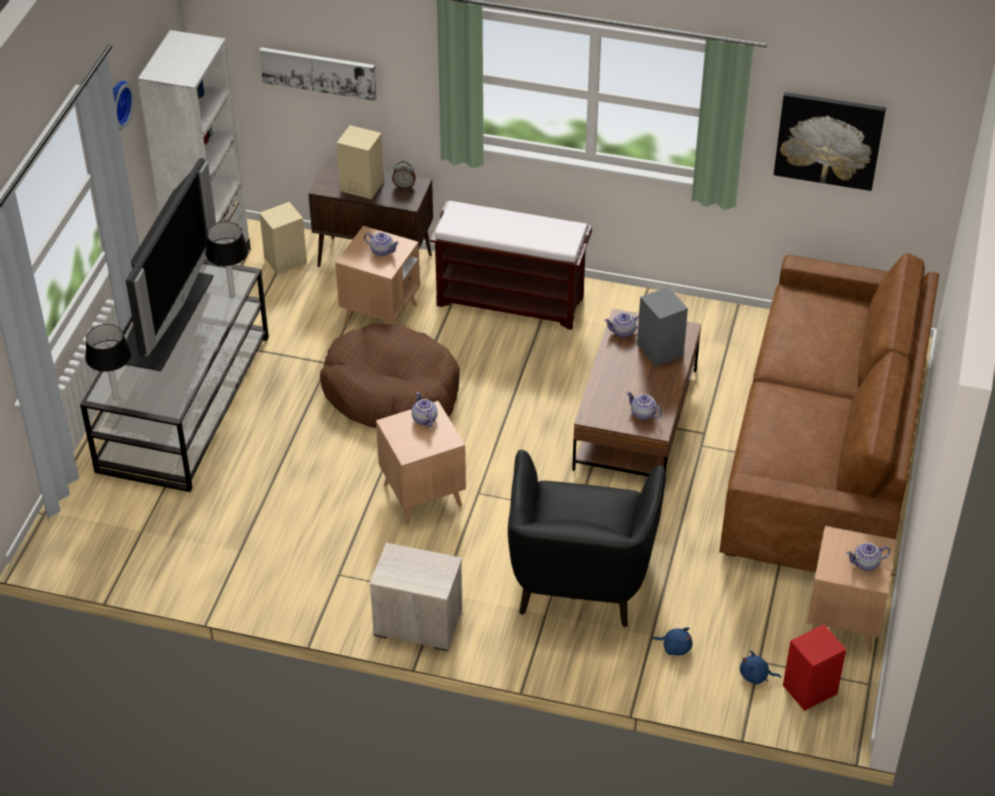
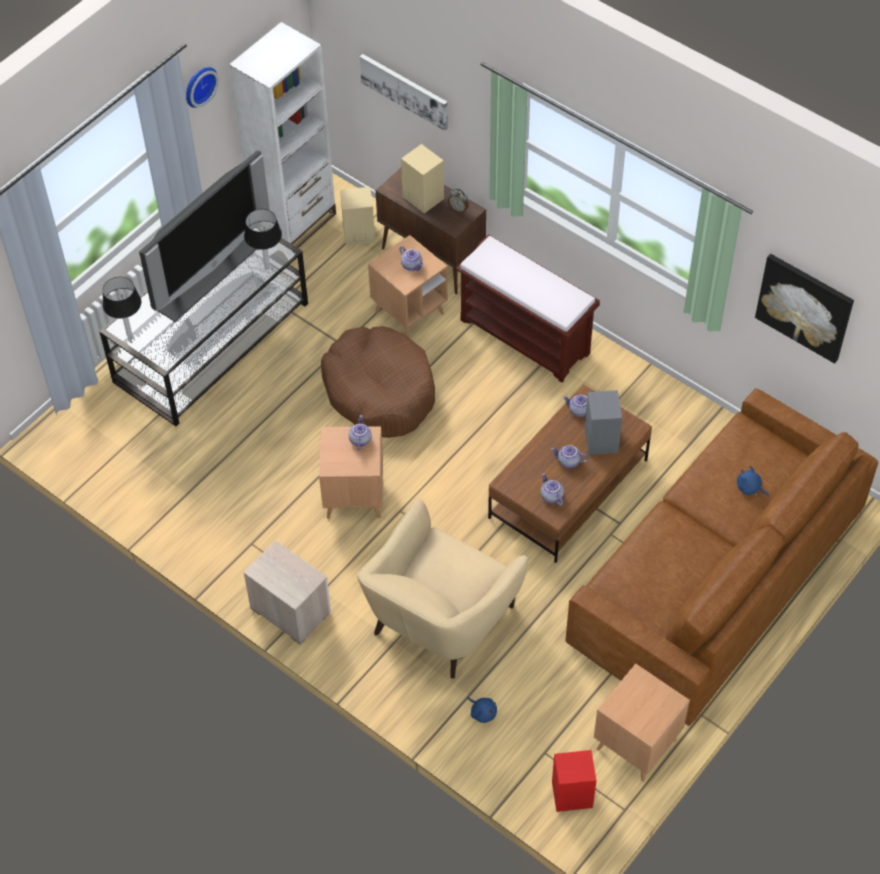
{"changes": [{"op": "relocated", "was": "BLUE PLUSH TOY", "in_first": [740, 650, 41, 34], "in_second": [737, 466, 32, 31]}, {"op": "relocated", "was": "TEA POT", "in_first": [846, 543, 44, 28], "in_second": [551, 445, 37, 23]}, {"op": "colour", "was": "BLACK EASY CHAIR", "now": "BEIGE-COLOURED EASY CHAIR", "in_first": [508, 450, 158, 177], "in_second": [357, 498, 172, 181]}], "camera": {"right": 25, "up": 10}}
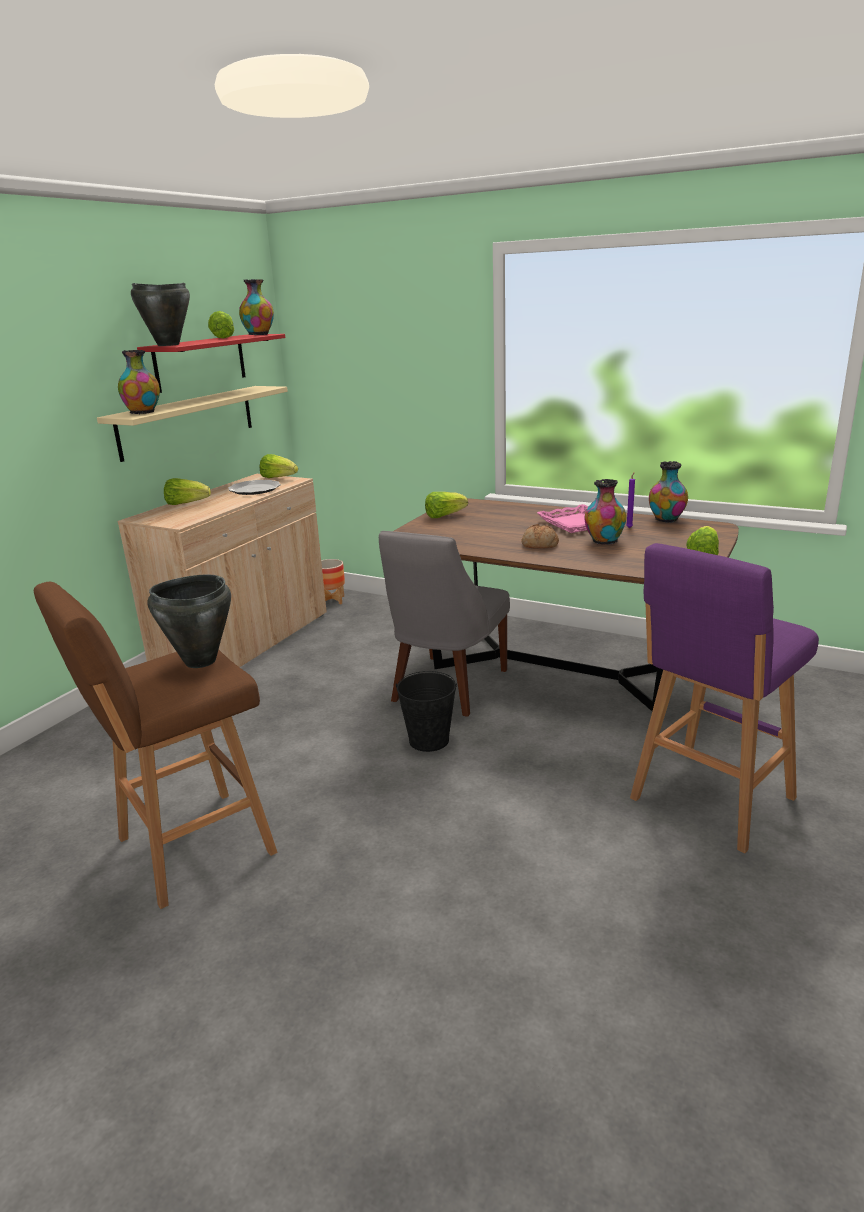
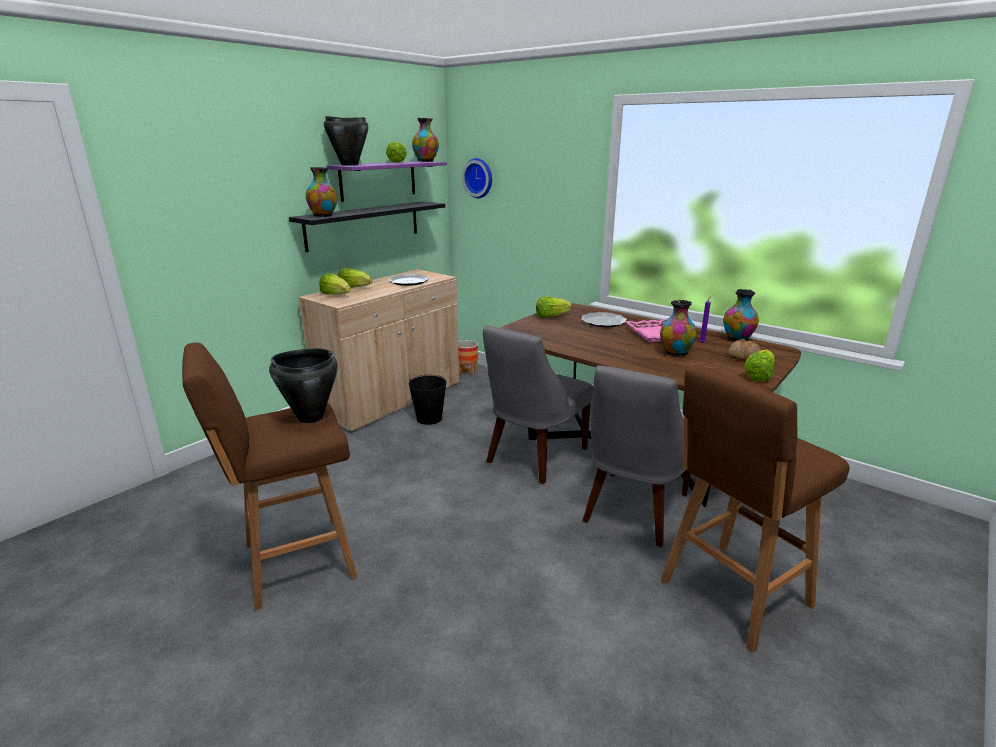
{"changes": [{"op": "appeared", "now": "HANGING CLOCK", "in_second": [462, 158, 30, 40]}, {"op": "appeared", "now": "DINNER PLATE", "in_second": [581, 312, 45, 15]}, {"op": "appeared", "now": "GREY PLAIN CHAIR", "in_second": [582, 365, 109, 182]}, {"op": "relocated", "was": "LETTUCE HEAD", "in_first": [260, 454, 38, 24], "in_second": [319, 273, 32, 22]}, {"op": "relocated", "was": "BLACK BUCKET", "in_first": [396, 671, 61, 81], "in_second": [409, 375, 37, 50]}, {"op": "relocated", "was": "BAKERY BREAD", "in_first": [521, 524, 38, 25], "in_second": [728, 339, 34, 22]}, {"op": "colour", "was": "BEIGE-COLOURED BRACKET SHELF", "now": "BLACK BRACKET SHELF", "in_first": [97, 386, 191, 76], "in_second": [289, 201, 156, 51]}, {"op": "colour", "was": "RED-COLOURED BRACKET SHELF", "now": "PURPLE-COLOURED BRACKET SHELF", "in_first": [137, 334, 148, 59], "in_second": [326, 161, 121, 41]}, {"op": "colour", "was": "PURPLE-COLOURED STOOL", "now": "BROWNISH STOOL", "in_first": [630, 543, 189, 310], "in_second": [661, 365, 189, 288]}], "camera": {"right": 10, "up": 0}}
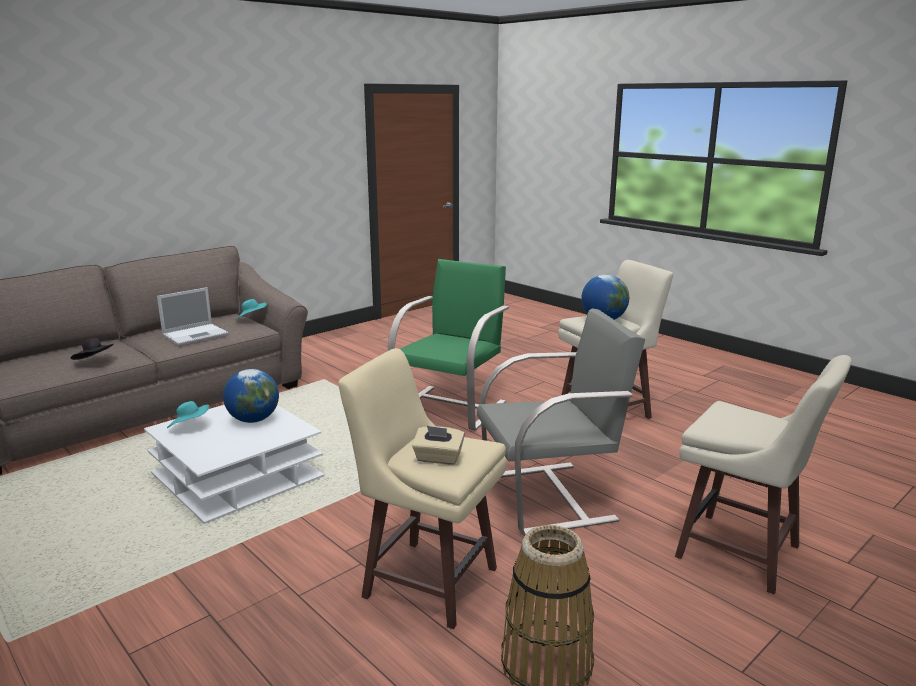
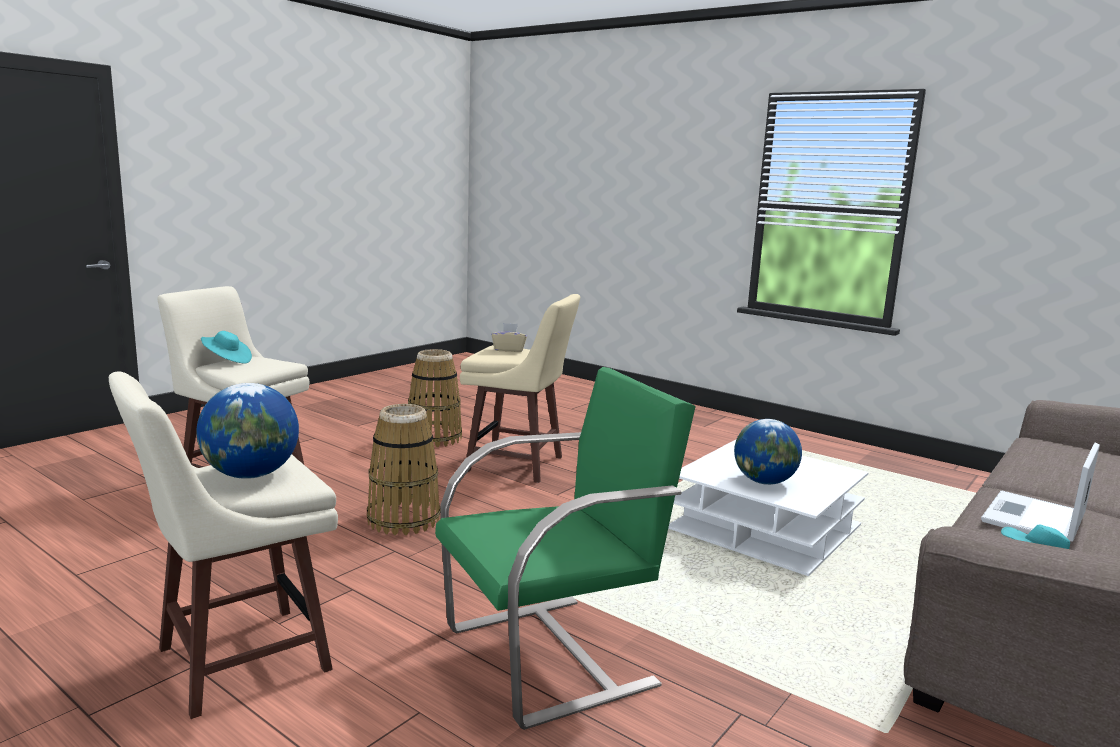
{"changes": [{"op": "missing", "was": "BLACK CLOTHING HAT", "in_first": [70, 338, 44, 22]}, {"op": "relocated", "was": "BLUE-GREEN CLOTHING HAT", "in_first": [167, 401, 42, 27], "in_second": [201, 331, 51, 33]}, {"op": "exchanged", "was": "GREY EASY CHAIR", "now": "BASKET", "in_first": [477, 308, 168, 228], "in_second": [367, 404, 74, 131]}, {"op": "spun", "was": "GREEN EASY CHAIR", "in_first": [388, 259, 121, 172], "in_second": [435, 367, 261, 363], "clockwise": -135}], "camera": {"right": 170, "up": -5}}
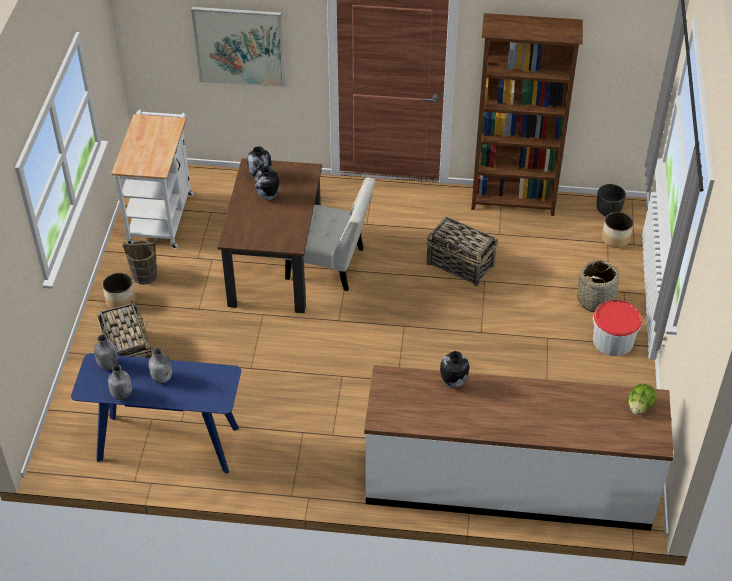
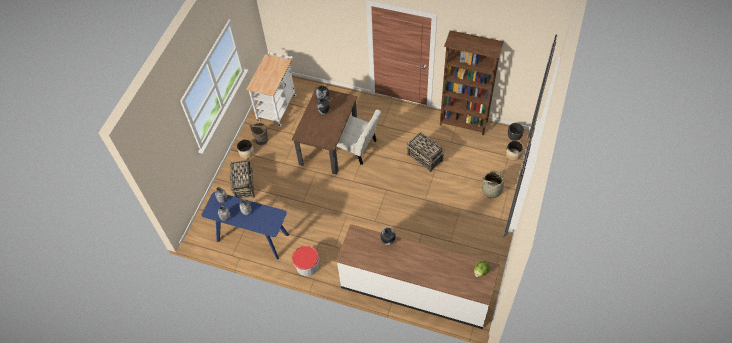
{"changes": [{"op": "missing", "was": "WALL ART", "in_first": [191, 7, 94, 81]}, {"op": "relocated", "was": "BUCKET", "in_first": [593, 300, 49, 56], "in_second": [292, 245, 27, 31]}], "camera": {"right": 15, "up": 10}}
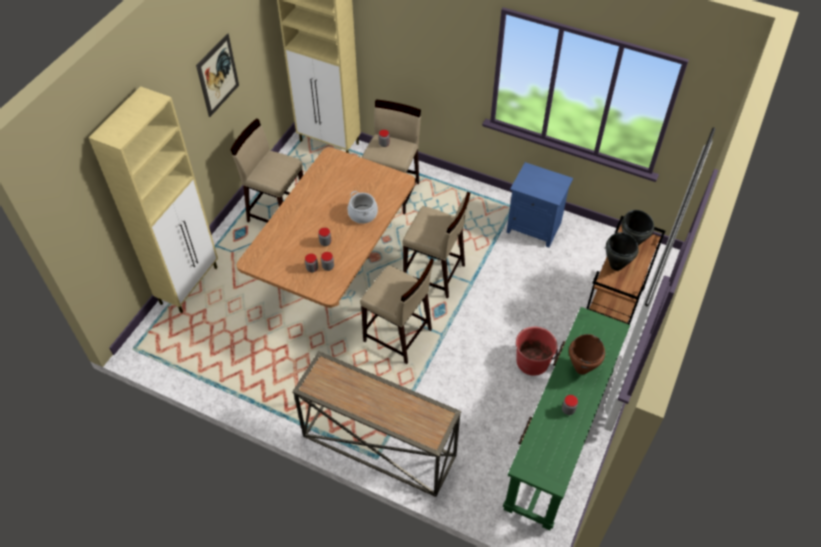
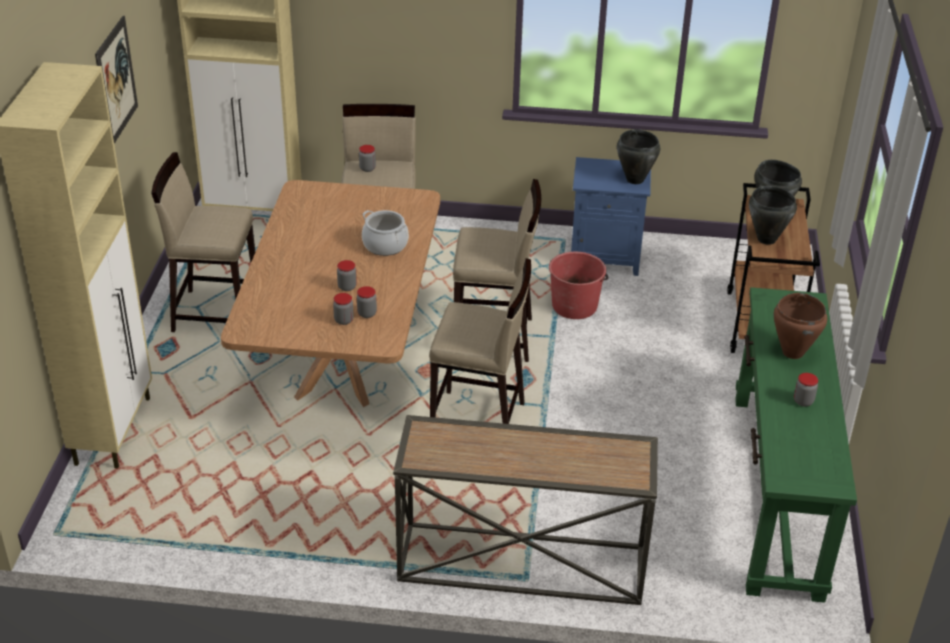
{"changes": [{"op": "appeared", "now": "BLACK STOCKPOT", "in_second": [617, 129, 43, 55]}, {"op": "relocated", "was": "RED-COLOURED BUCKET", "in_first": [516, 327, 42, 49], "in_second": [549, 252, 59, 67]}], "camera": {"right": -20, "up": -15}}
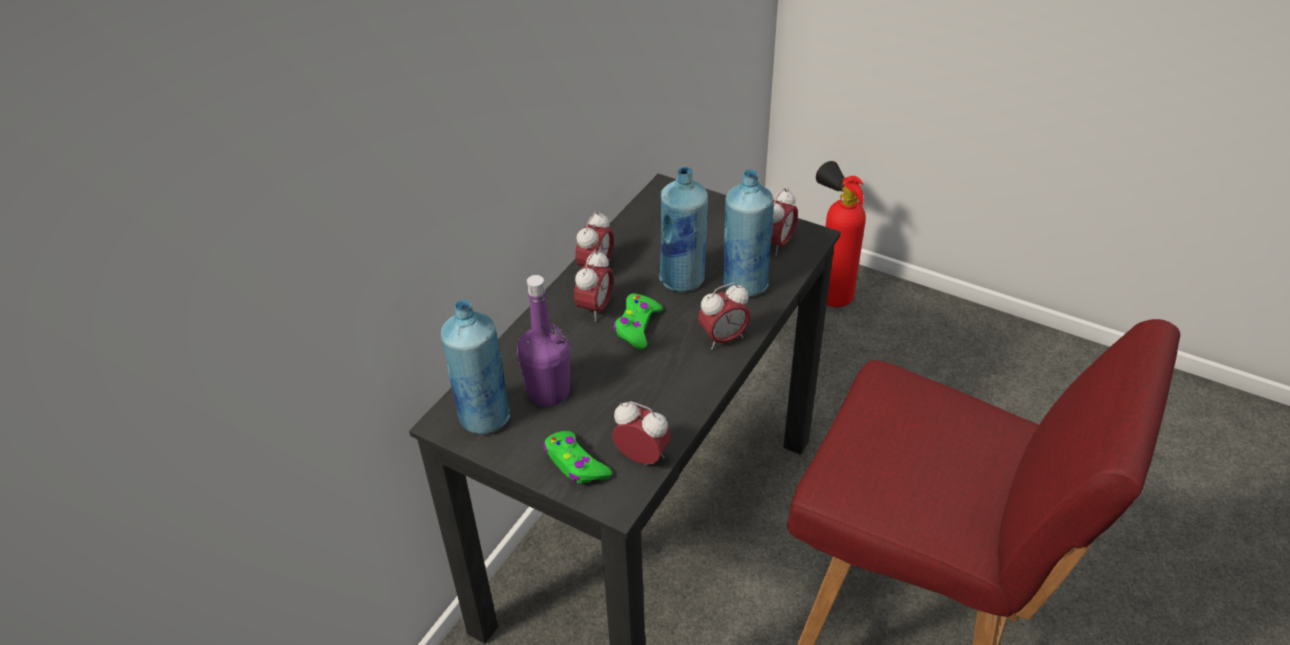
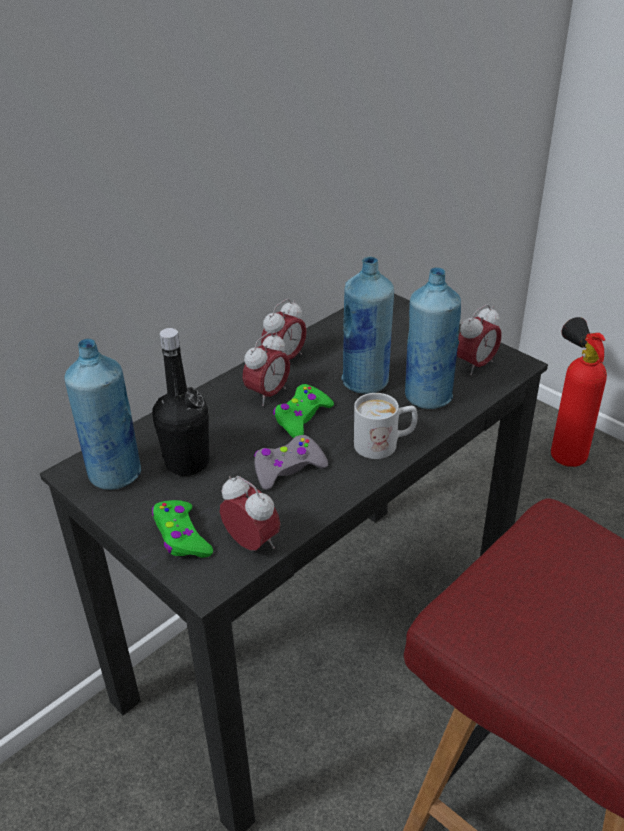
{"changes": [{"op": "appeared", "now": "GREY GAME CONTROLLER", "in_second": [254, 435, 74, 55]}, {"op": "exchanged", "was": "BEDSIDE CLOCK", "now": "WHITISH COFFEE MUG", "in_first": [698, 283, 53, 67], "in_second": [354, 393, 63, 66]}, {"op": "colour", "was": "PURPLE-COLOURED BOTTLE", "now": "BLACK BOTTLE", "in_first": [517, 275, 53, 132], "in_second": [152, 328, 57, 148]}], "camera": {"right": 15, "up": -5}}
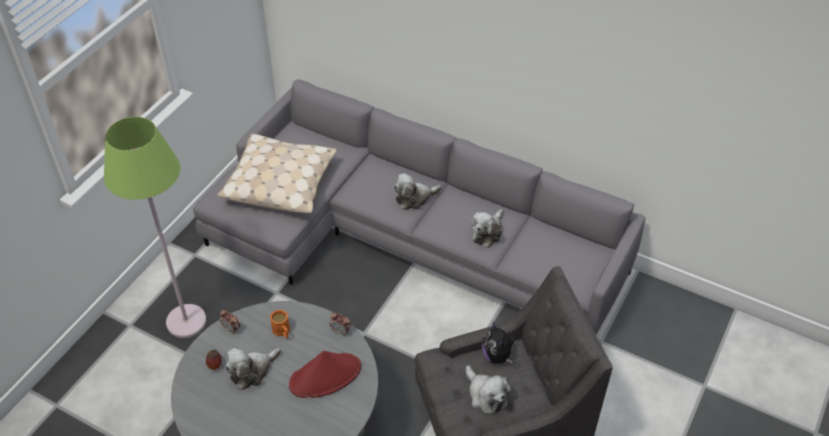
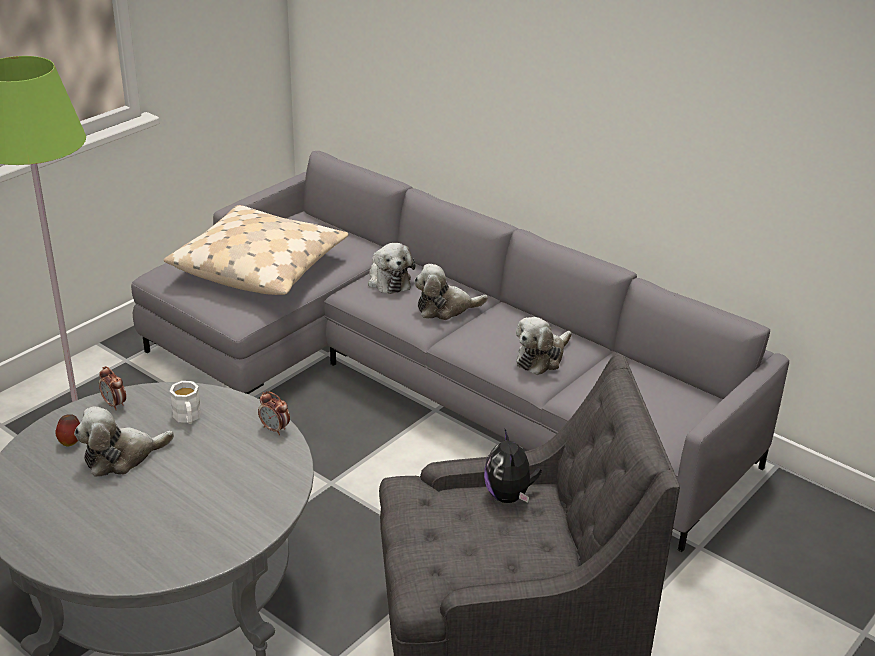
{"changes": [{"op": "missing", "was": "RED-COLOURED CLOTHING HAT", "in_first": [289, 351, 72, 47]}, {"op": "relocated", "was": "PLUSH TOY", "in_first": [466, 365, 45, 49], "in_second": [368, 243, 47, 51]}, {"op": "colour", "was": "ORANGEY COFFEE MUG", "now": "WHITISH COFFEE MUG", "in_first": [270, 310, 20, 28], "in_second": [170, 381, 31, 43]}], "camera": {"right": 10, "up": -15}}
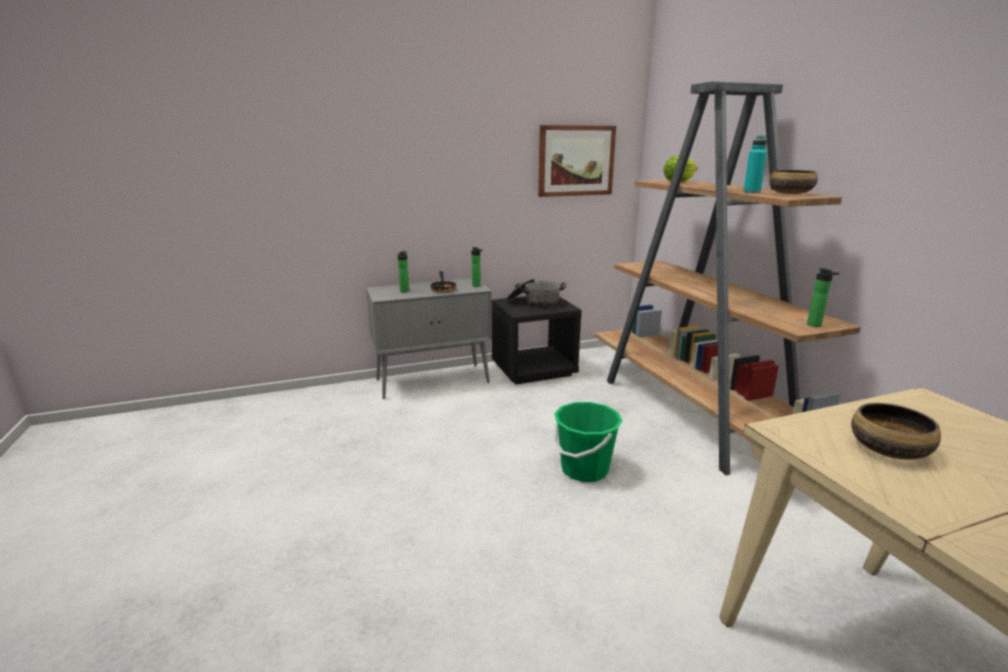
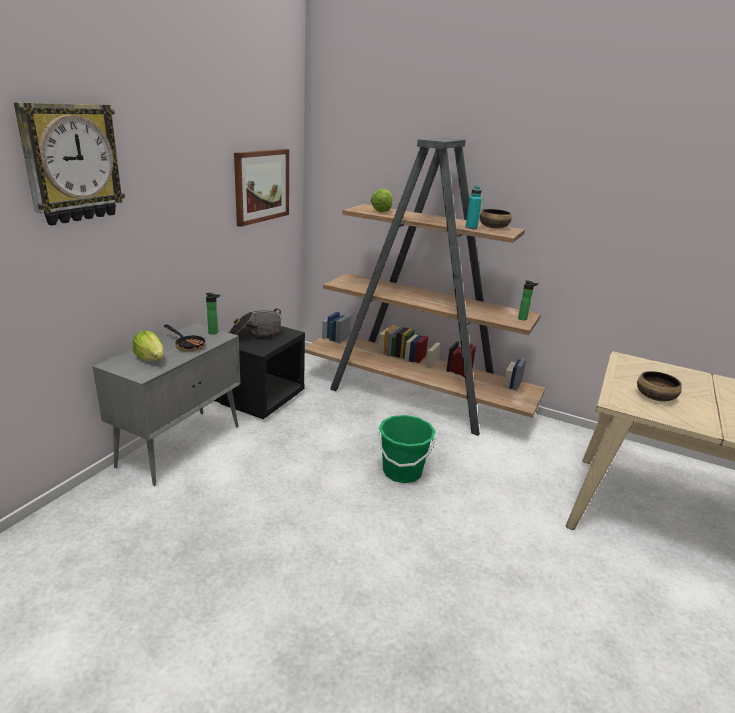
{"changes": [{"op": "appeared", "now": "HANGING CLOCK", "in_second": [14, 102, 111, 123]}, {"op": "exchanged", "was": "BOTTLE", "now": "LETTUCE HEAD", "in_first": [398, 251, 11, 42], "in_second": [133, 330, 31, 31]}], "camera": {"right": -45, "up": 5}}
